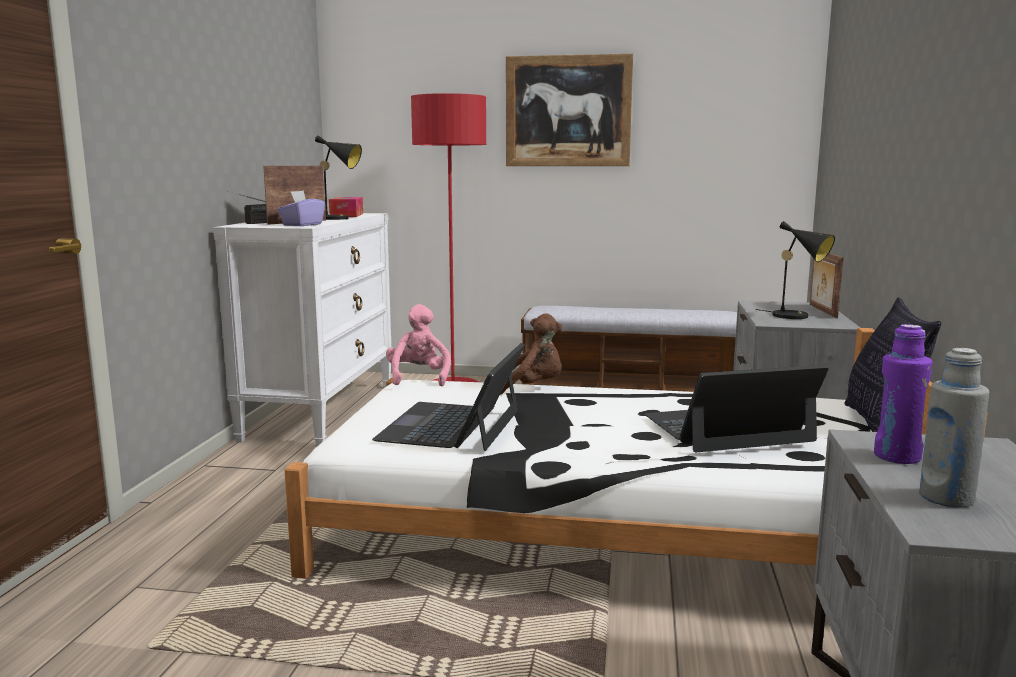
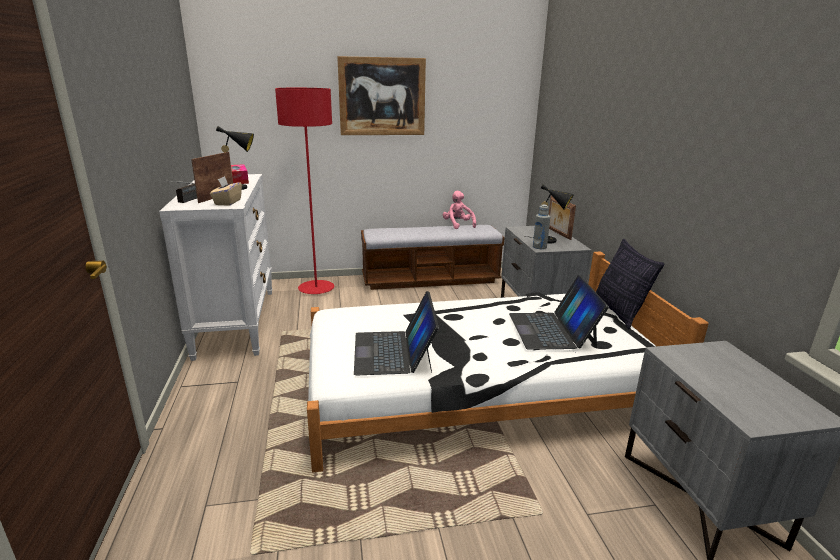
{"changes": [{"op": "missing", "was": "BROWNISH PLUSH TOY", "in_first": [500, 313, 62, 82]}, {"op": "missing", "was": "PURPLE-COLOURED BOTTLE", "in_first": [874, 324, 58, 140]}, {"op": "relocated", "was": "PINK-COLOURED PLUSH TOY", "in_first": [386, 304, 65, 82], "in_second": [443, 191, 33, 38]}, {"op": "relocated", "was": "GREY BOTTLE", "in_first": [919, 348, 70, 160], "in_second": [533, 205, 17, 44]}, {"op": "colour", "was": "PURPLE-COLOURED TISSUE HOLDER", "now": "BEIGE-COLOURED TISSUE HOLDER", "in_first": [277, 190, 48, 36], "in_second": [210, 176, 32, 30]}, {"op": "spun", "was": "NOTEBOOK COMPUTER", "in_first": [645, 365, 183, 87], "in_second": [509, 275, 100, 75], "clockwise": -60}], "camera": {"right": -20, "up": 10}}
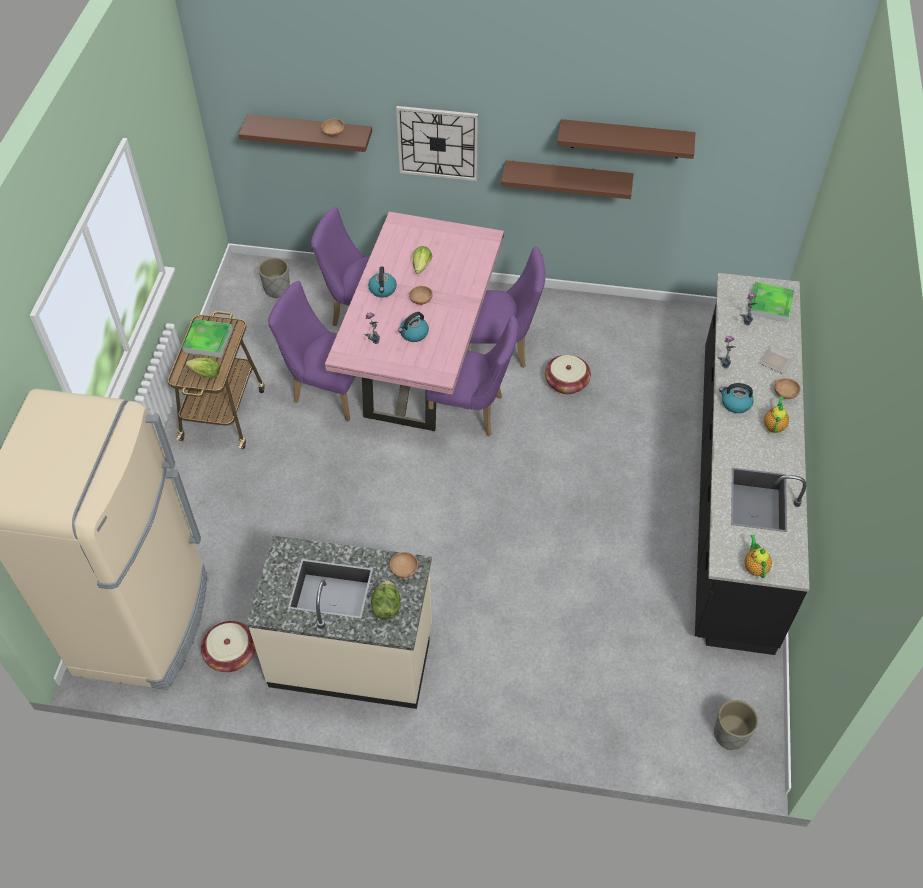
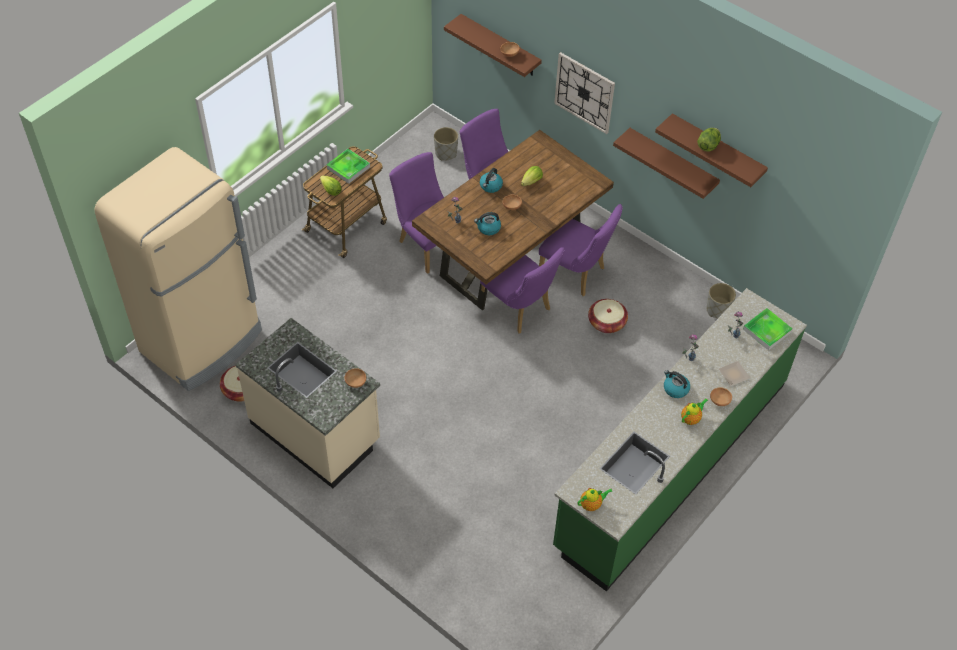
{"changes": [{"op": "relocated", "was": "LETTUCE HEAD", "in_first": [371, 580, 29, 39], "in_second": [697, 128, 24, 24]}, {"op": "relocated", "was": "GREY FLOWER POT", "in_first": [714, 700, 44, 50], "in_second": [706, 283, 30, 36]}, {"op": "colour", "was": "PINK-COLOURED KITCHEN TABLE", "now": "BROWNISH KITCHEN TABLE", "in_first": [325, 212, 179, 219], "in_second": [412, 130, 202, 181]}, {"op": "colour", "was": "BLACK KITCHEN BASE UNIT", "now": "GREEN KITCHEN BASE UNIT", "in_first": [695, 273, 114, 382], "in_second": [553, 288, 254, 304]}, {"op": "spun", "was": "TEA POT", "in_first": [744, 535, 28, 43], "in_second": [577, 488, 35, 23], "clockwise": 45}], "camera": {"right": 30, "up": 0}}
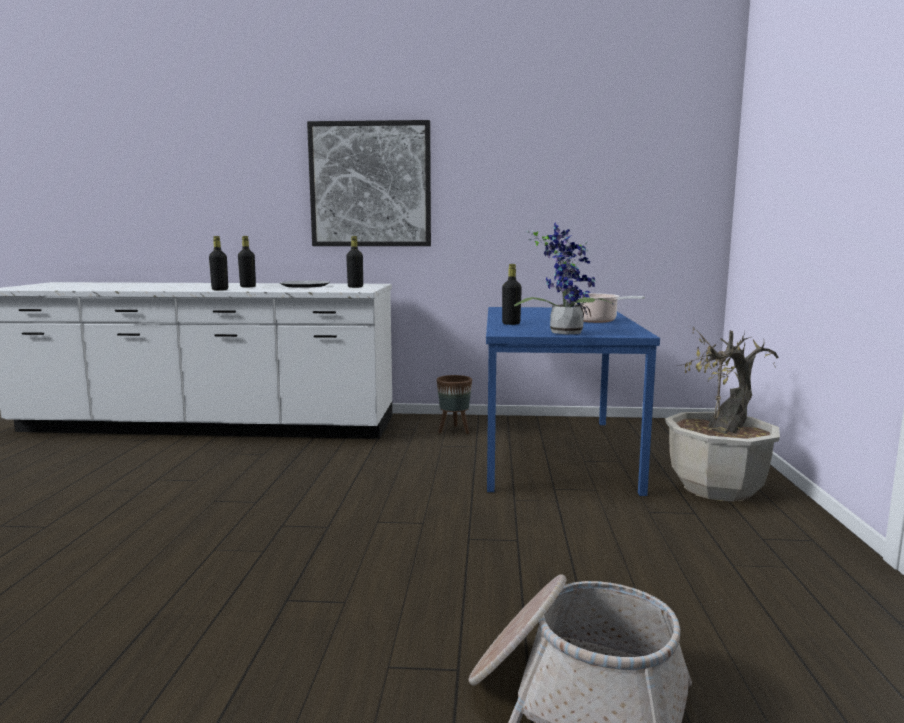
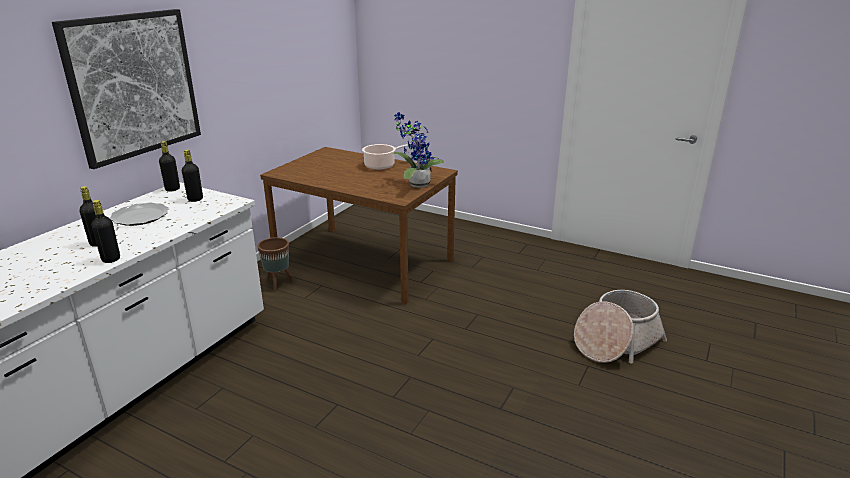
{"changes": [{"op": "missing", "was": "HOUSEPLANT", "in_first": [665, 326, 115, 176]}, {"op": "relocated", "was": "BLACK BOTTLE", "in_first": [502, 264, 20, 61], "in_second": [159, 141, 21, 51]}, {"op": "colour", "was": "BLUE KITCHEN TABLE", "now": "BROWNISH KITCHEN TABLE", "in_first": [486, 307, 174, 189], "in_second": [260, 147, 198, 158]}], "camera": {"right": -65, "up": 15}}
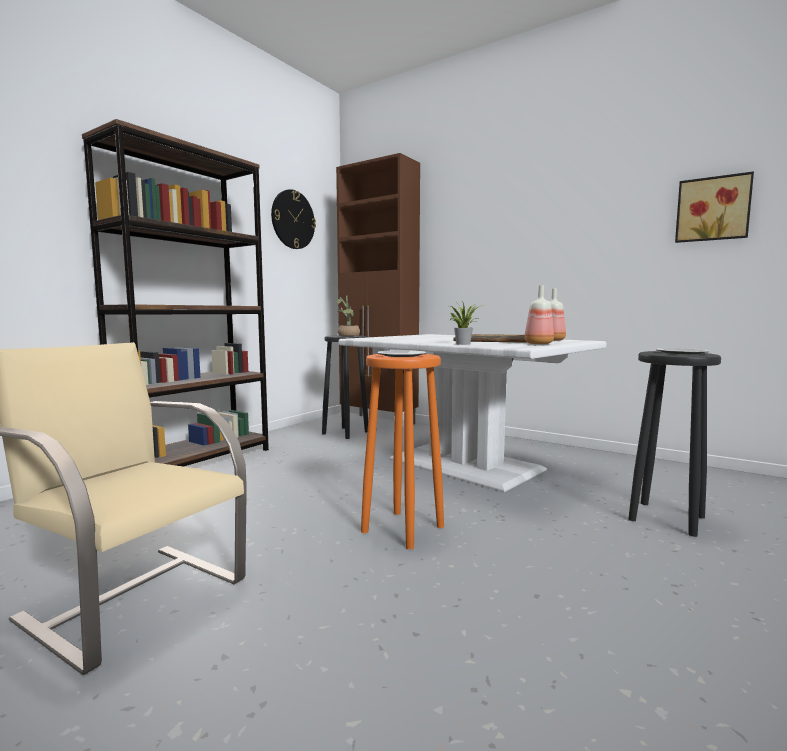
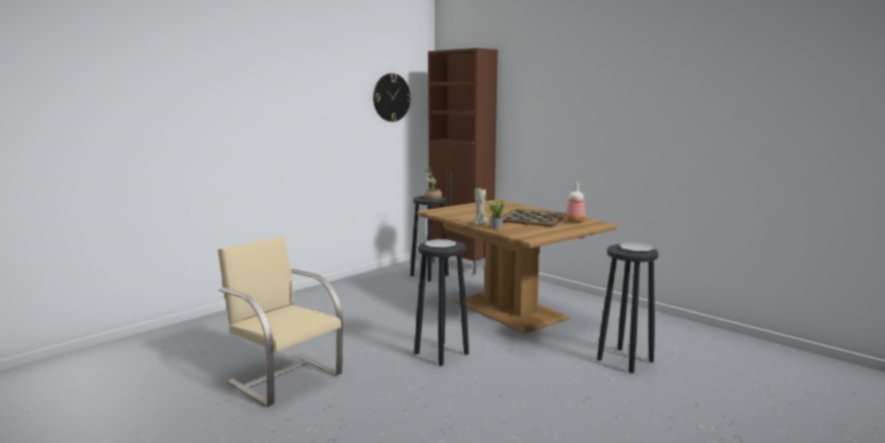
{"changes": [{"op": "missing", "was": "BROWNISH BOOKSHELF", "in_first": [82, 119, 187, 348]}, {"op": "missing", "was": "BOTTLE", "in_first": [524, 285, 30, 59]}, {"op": "missing", "was": "WALL ART", "in_first": [675, 171, 79, 72]}, {"op": "appeared", "now": "BEIGE-COLOURED WAX LIGHT", "in_second": [474, 187, 14, 38]}, {"op": "colour", "was": "WHITISH KITCHEN TABLE", "now": "BROWNISH KITCHEN TABLE", "in_first": [339, 334, 267, 158], "in_second": [417, 199, 200, 135]}, {"op": "colour", "was": "ORANGEY STOOL", "now": "BLACK STOOL", "in_first": [361, 354, 83, 195], "in_second": [415, 240, 54, 126]}], "camera": {"right": 10, "up": 5}}
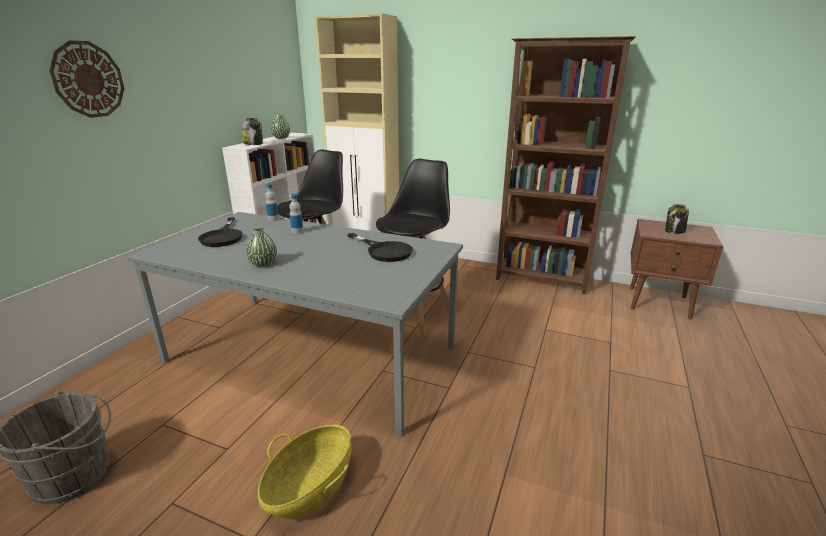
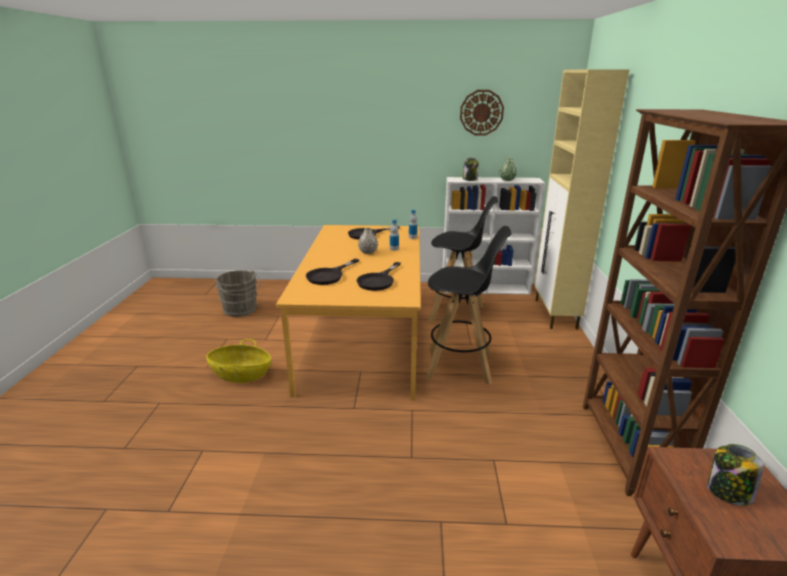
{"changes": [{"op": "missing", "was": "GREEN VASE", "in_first": [246, 228, 31, 39]}, {"op": "appeared", "now": "BLACK PAN", "in_second": [306, 259, 53, 26]}, {"op": "appeared", "now": "GREY VASE", "in_second": [358, 228, 20, 26]}, {"op": "relocated", "was": "HANGING CLOCK", "in_first": [49, 40, 75, 78], "in_second": [460, 90, 44, 45]}, {"op": "colour", "was": "GREY KITCHEN TABLE", "now": "ORANGEY KITCHEN TABLE", "in_first": [126, 212, 337, 225], "in_second": [276, 225, 145, 176]}], "camera": {"right": 70, "up": 0}}
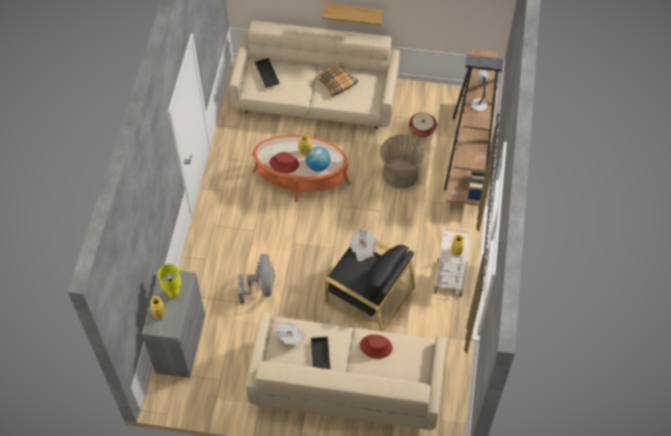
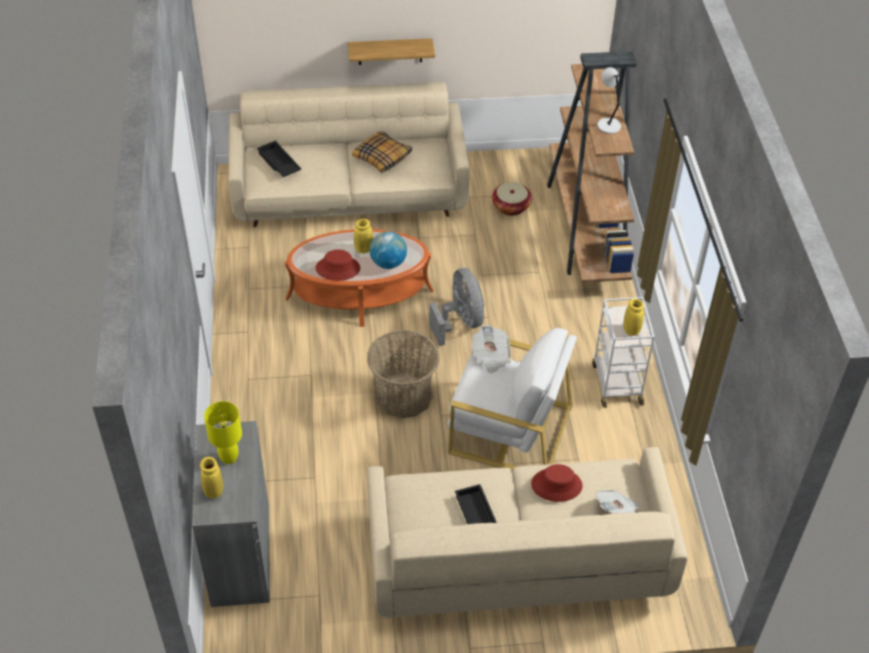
{"changes": [{"op": "relocated", "was": "GREY ELECTRIC FAN", "in_first": [238, 254, 37, 50], "in_second": [429, 268, 55, 78]}, {"op": "relocated", "was": "NEWSPAPER", "in_first": [275, 323, 31, 23], "in_second": [595, 490, 45, 23]}, {"op": "relocated", "was": "BASKET", "in_first": [380, 134, 45, 55], "in_second": [367, 330, 73, 88]}, {"op": "colour", "was": "BLACK EASY CHAIR", "now": "WHITISH EASY CHAIR", "in_first": [325, 240, 90, 92], "in_second": [447, 328, 130, 143]}], "camera": {"right": -15, "up": -10}}
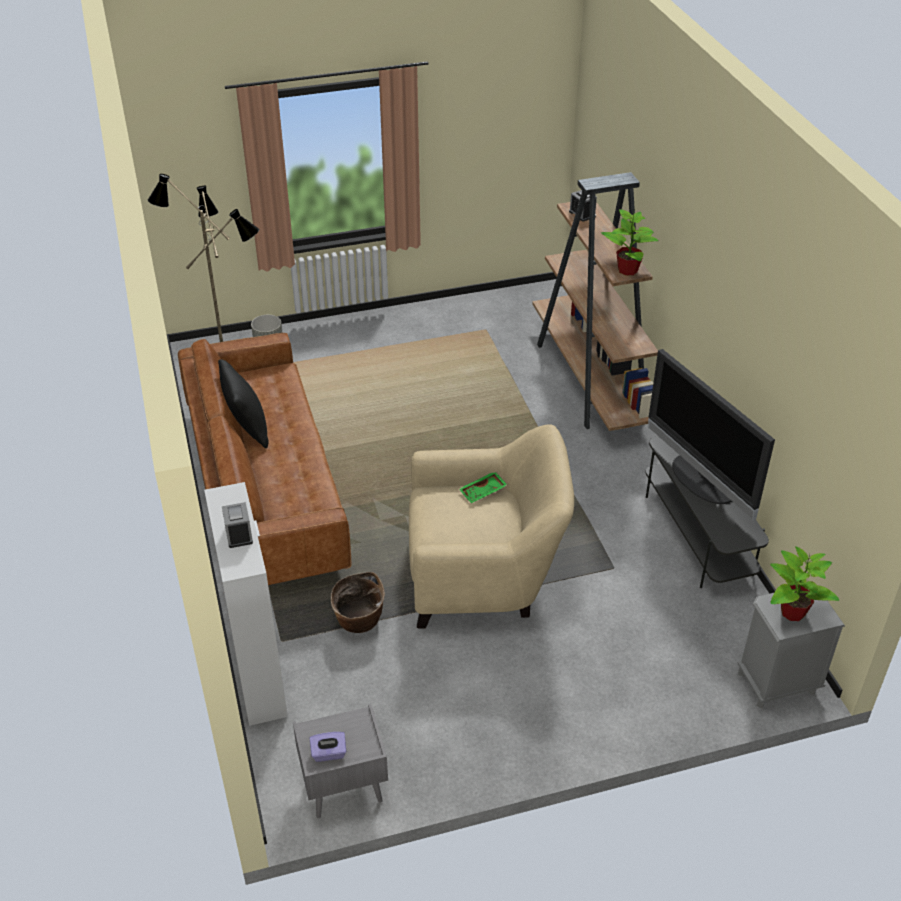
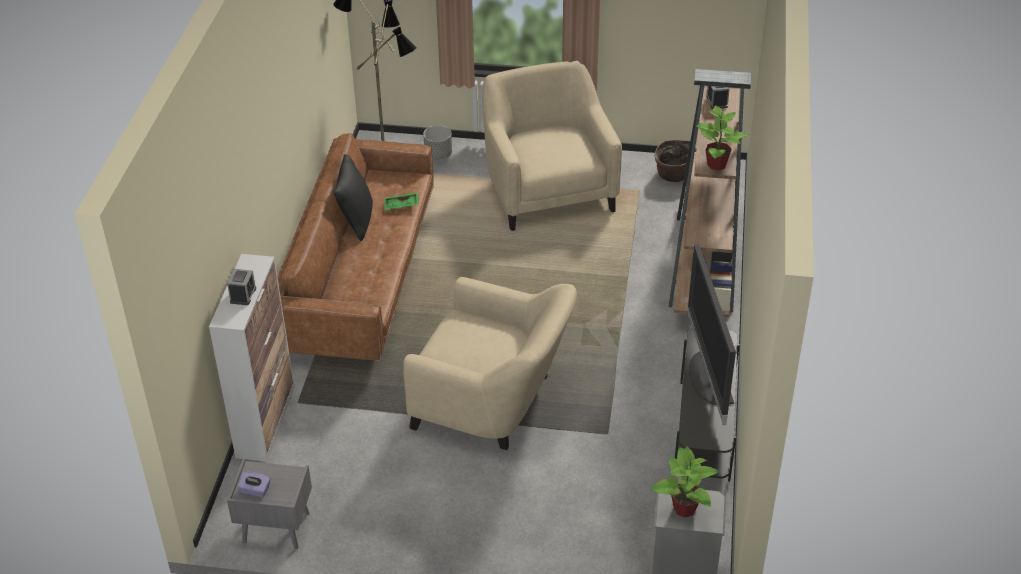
{"changes": [{"op": "appeared", "now": "BEIGE-COLOURED EASY CHAIR", "in_second": [482, 61, 140, 170]}, {"op": "relocated", "was": "BASKET", "in_first": [331, 572, 54, 61], "in_second": [655, 140, 35, 42]}, {"op": "relocated", "was": "GREEN TRAY", "in_first": [459, 473, 48, 30], "in_second": [384, 192, 35, 18]}], "camera": {"right": 25, "up": 0}}
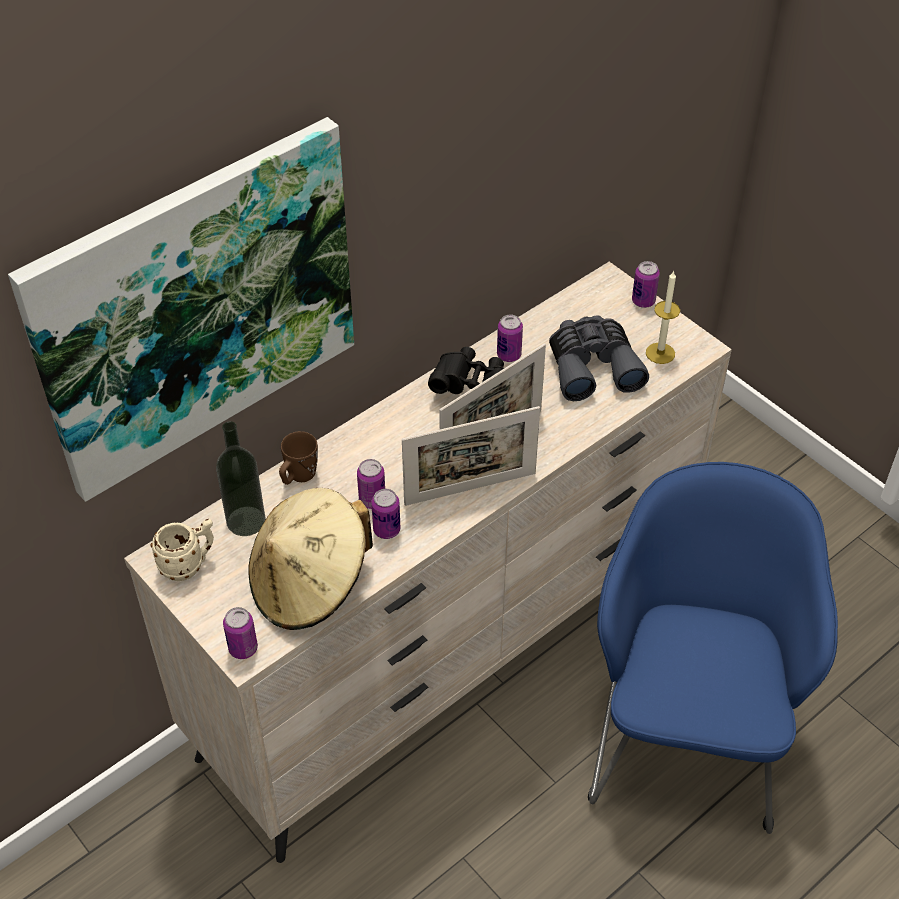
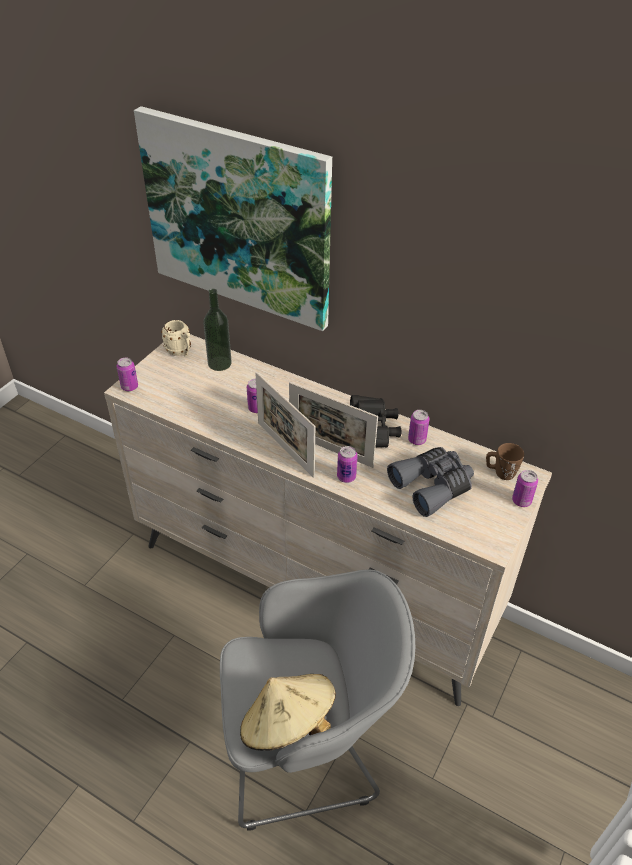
{"changes": [{"op": "missing", "was": "WAX LIGHT", "in_first": [646, 270, 34, 94]}, {"op": "relocated", "was": "BEIGE-COLOURED CLOTHING HAT", "in_first": [248, 488, 125, 142], "in_second": [240, 674, 96, 77]}, {"op": "relocated", "was": "BROWNISH COFFEE MUG", "in_first": [279, 431, 39, 54], "in_second": [486, 443, 38, 37]}, {"op": "relocated", "was": "SEALED CAN", "in_first": [371, 489, 29, 50], "in_second": [337, 446, 21, 37]}, {"op": "colour", "was": "BLUE EASY CHAIR", "now": "GREY EASY CHAIR", "in_first": [588, 462, 250, 372], "in_second": [220, 569, 195, 262]}], "camera": {"right": 70, "up": -5}}
